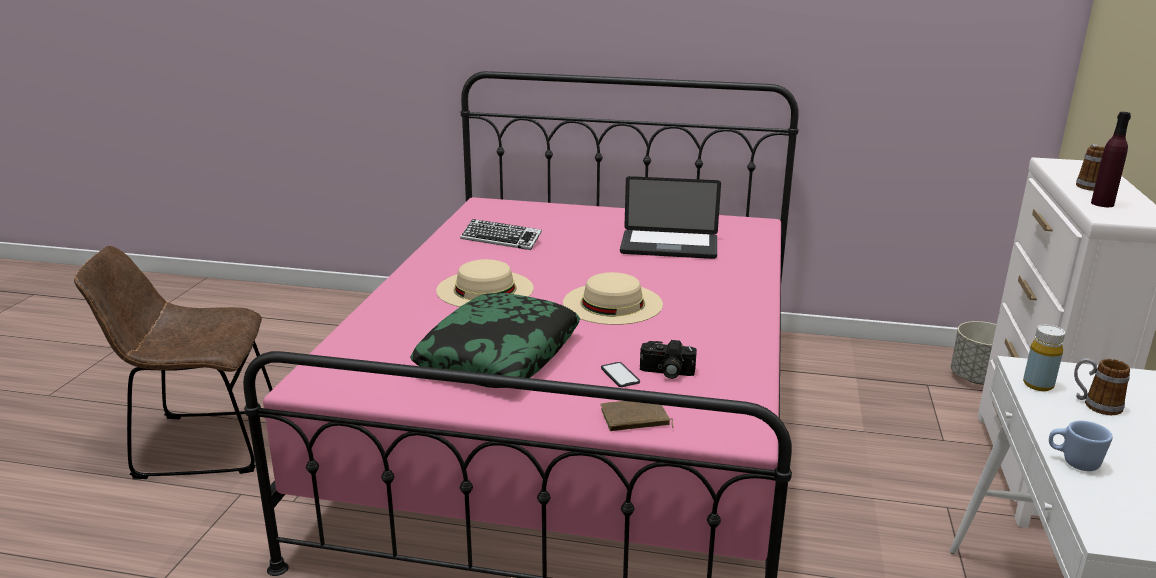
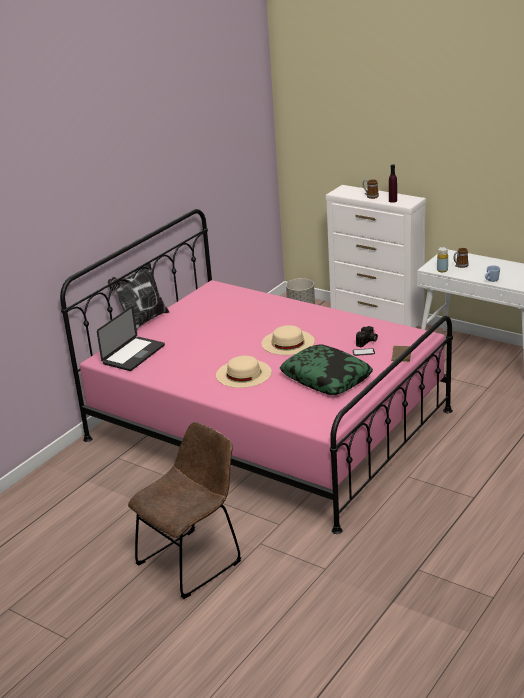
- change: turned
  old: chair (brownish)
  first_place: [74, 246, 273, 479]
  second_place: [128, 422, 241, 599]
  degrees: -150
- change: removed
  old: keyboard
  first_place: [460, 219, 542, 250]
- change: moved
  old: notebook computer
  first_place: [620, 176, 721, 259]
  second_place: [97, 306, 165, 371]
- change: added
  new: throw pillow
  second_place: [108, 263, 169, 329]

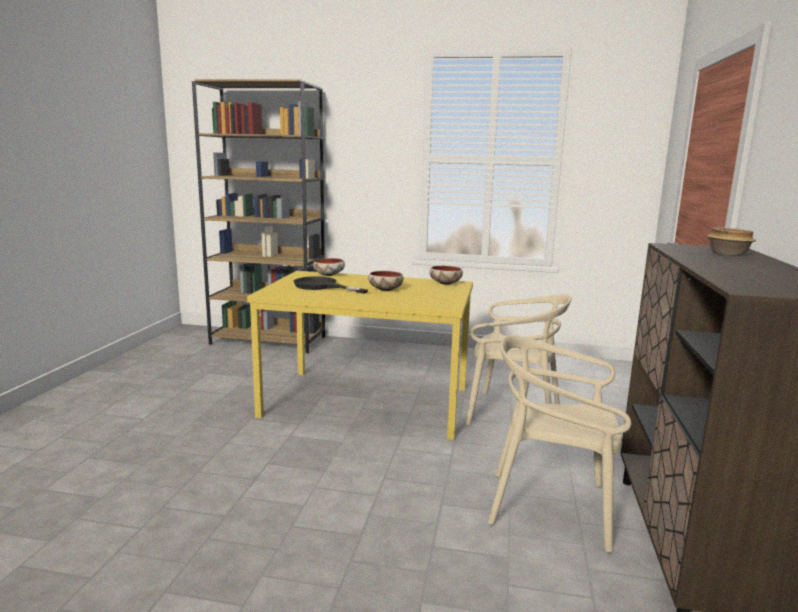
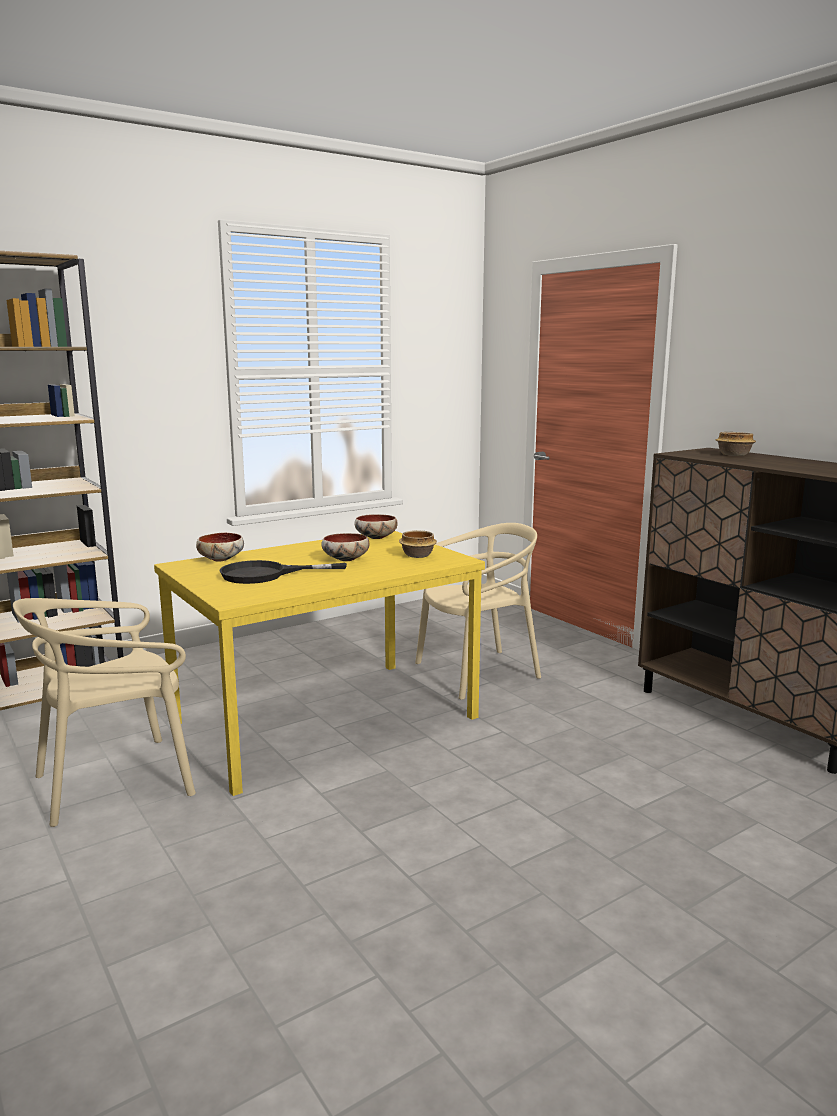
- change: moved
  old: chair (sand-coloured)
  first_place: [488, 335, 631, 553]
  second_place: [13, 598, 196, 827]
- change: added
  new: serving bowl
  second_place: [399, 530, 437, 558]

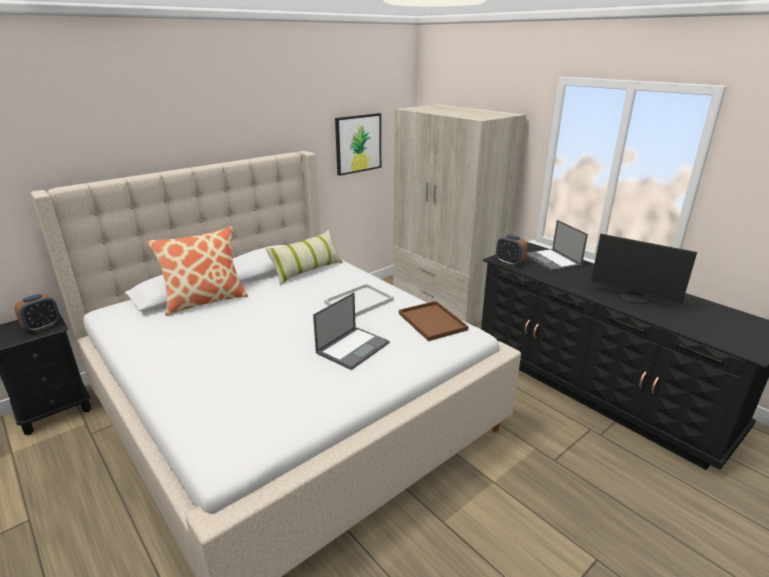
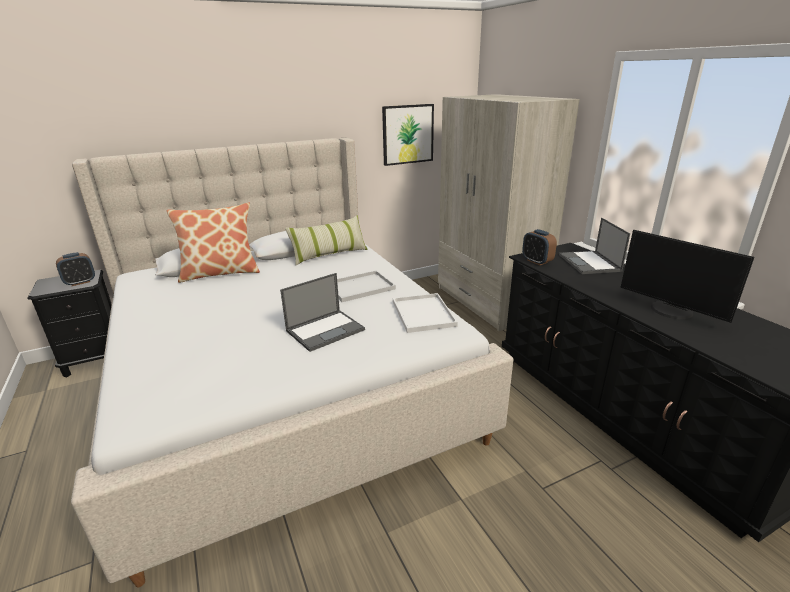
- change: recoloured
  old: carrying tray (brownish)
  new: carrying tray (whitish)
  first_place: [399, 301, 469, 341]
  second_place: [393, 293, 458, 333]

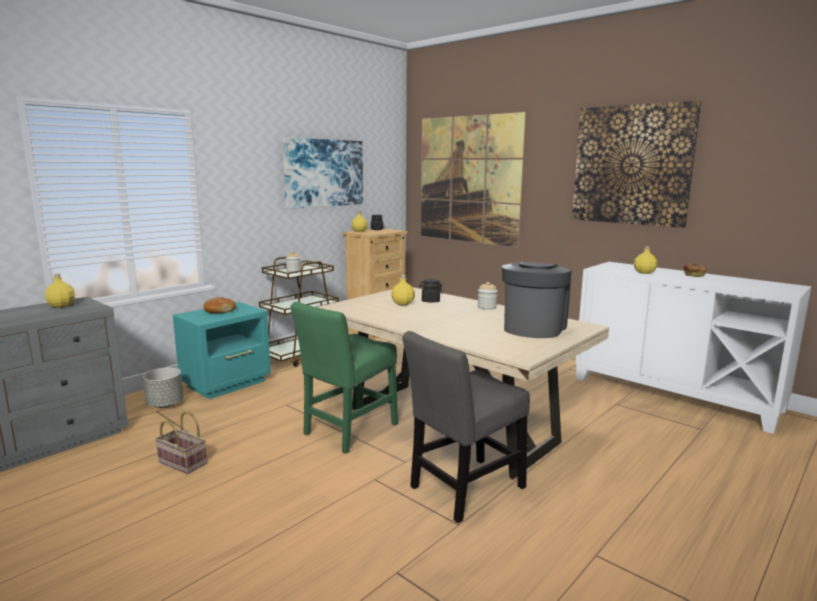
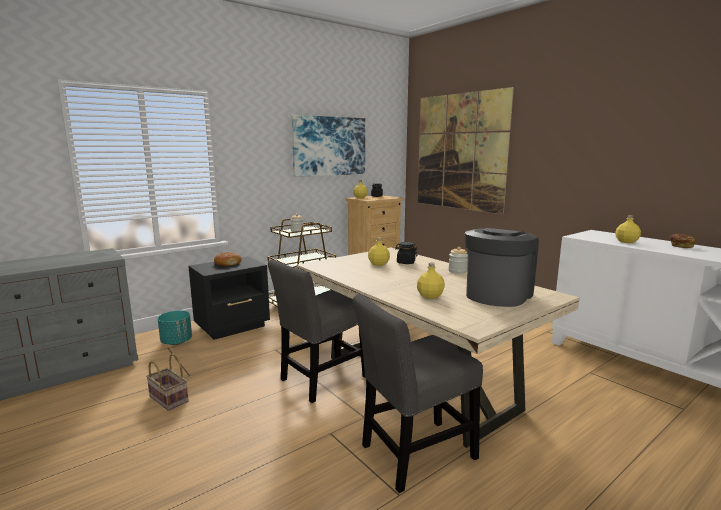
- change: moved
  old: beverage bottle (yellowish)
  first_place: [45, 274, 75, 308]
  second_place: [417, 262, 445, 299]
- change: recoloured
  old: flower pot (gray)
  new: flower pot (turquoise-coloured)
  first_place: [143, 368, 183, 408]
  second_place: [158, 310, 192, 345]
- change: recoloured
  old: night table (turquoise-coloured)
  new: night table (blackish)
  first_place: [173, 302, 271, 399]
  second_place: [188, 256, 270, 340]
- change: recoloured
  old: chair (green)
  new: chair (gray)
  first_place: [290, 302, 398, 454]
  second_place: [268, 260, 365, 403]
- change: removed
  old: wall picture
  first_place: [572, 101, 702, 228]

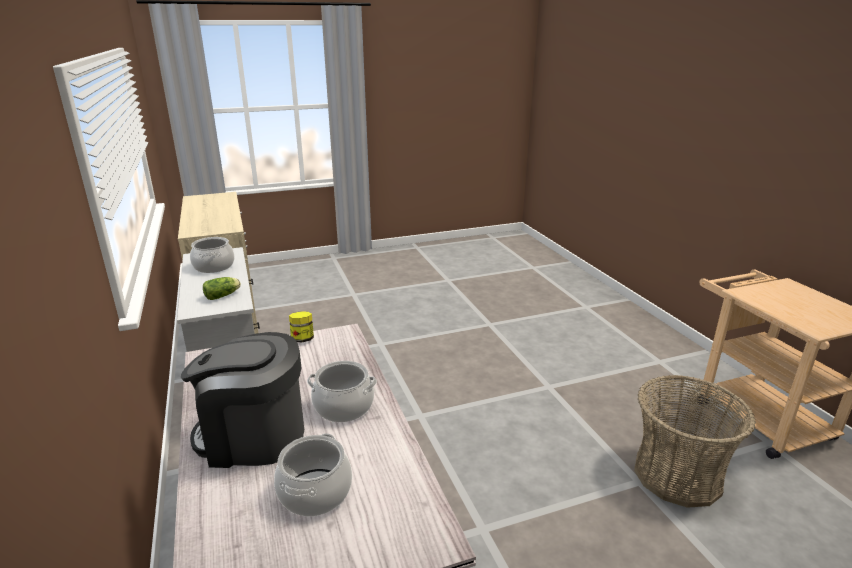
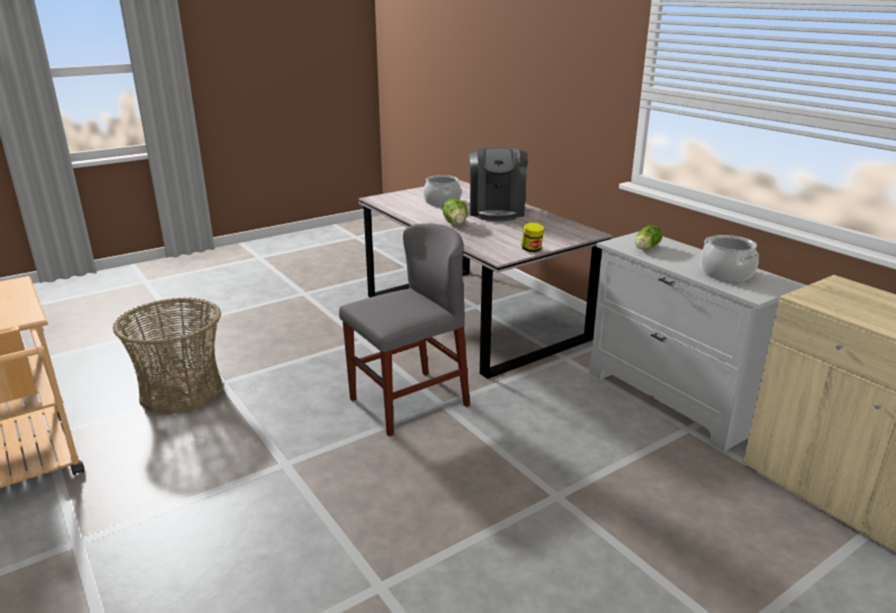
- change: turned
  old: coffee brewer
  first_place: [181, 332, 304, 468]
  second_place: [469, 147, 528, 221]
  degrees: 105
- change: replaced
  old: stockpot
  new: lettuce head
  first_place: [307, 361, 377, 422]
  second_place: [443, 198, 467, 225]
- change: added
  new: chair (gray)
  second_place: [339, 224, 470, 437]

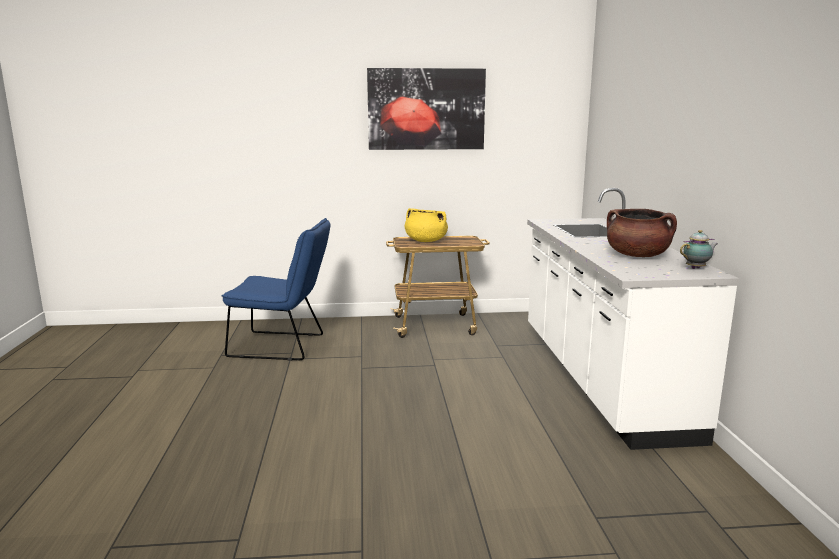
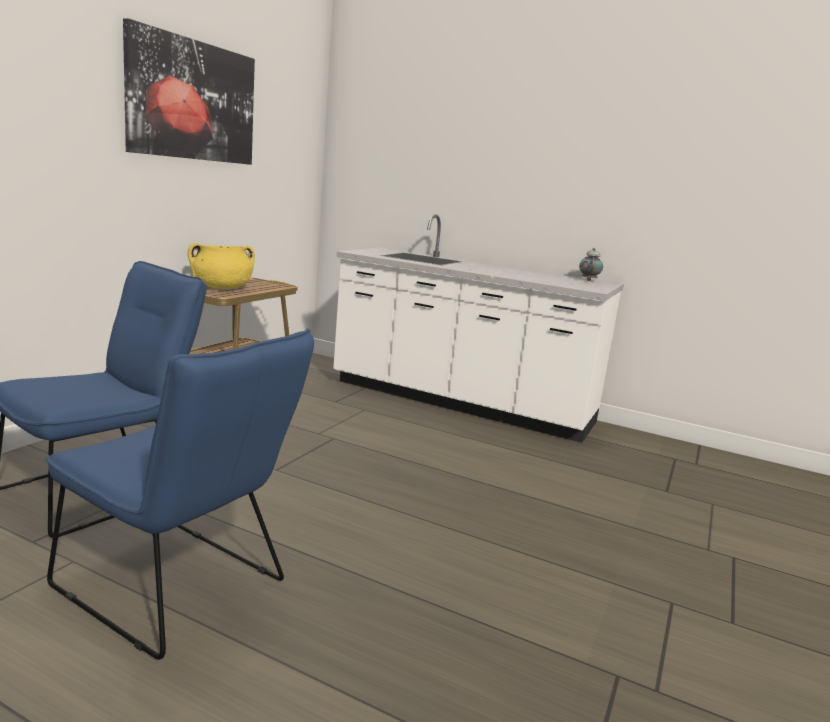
- change: removed
  old: stockpot (brownish)
  first_place: [607, 209, 677, 257]
- change: added
  new: chair (bluish)
  second_place: [46, 328, 314, 660]

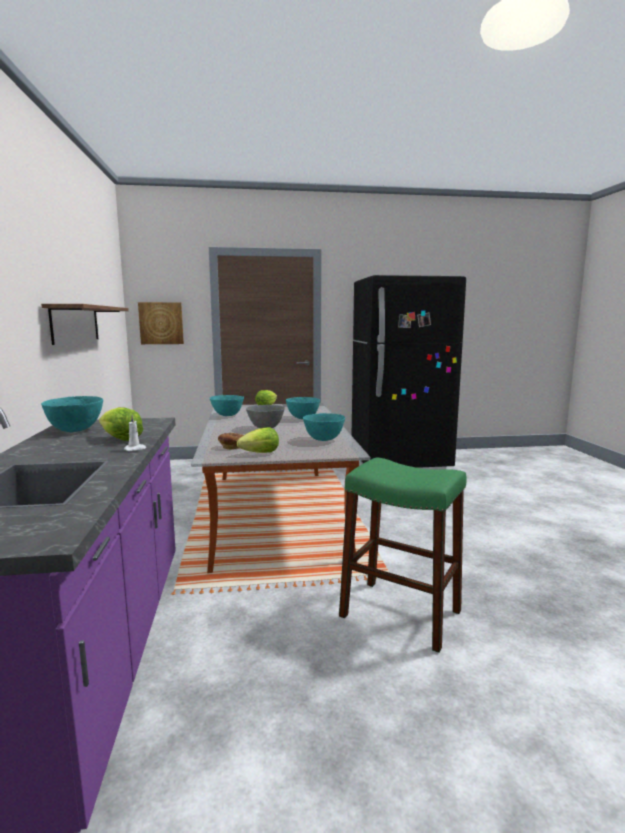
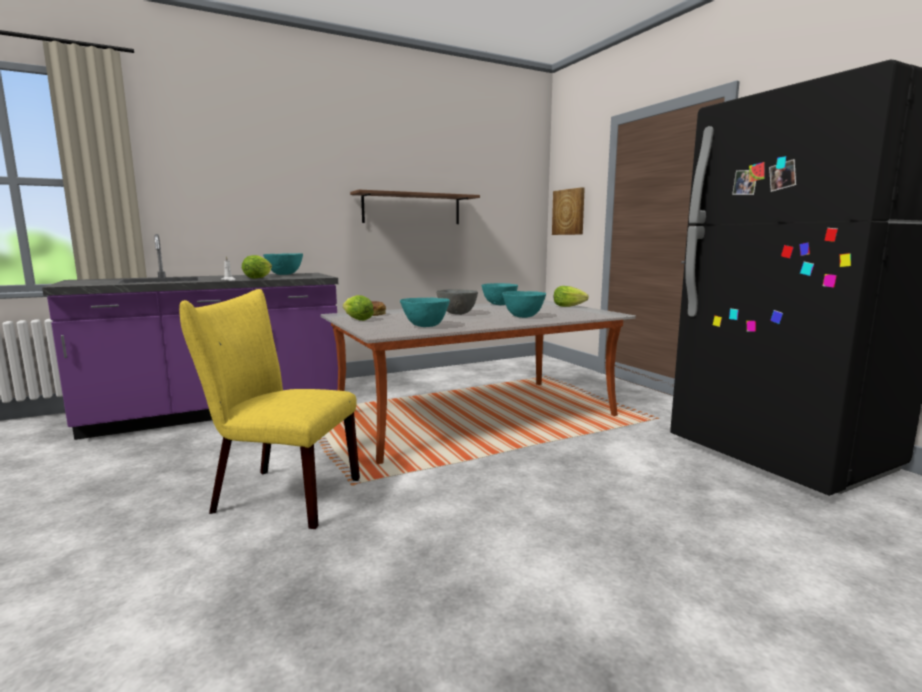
- change: replaced
  old: stool seat (green)
  new: chair (yellowish)
  first_place: [339, 457, 467, 653]
  second_place: [179, 289, 360, 529]

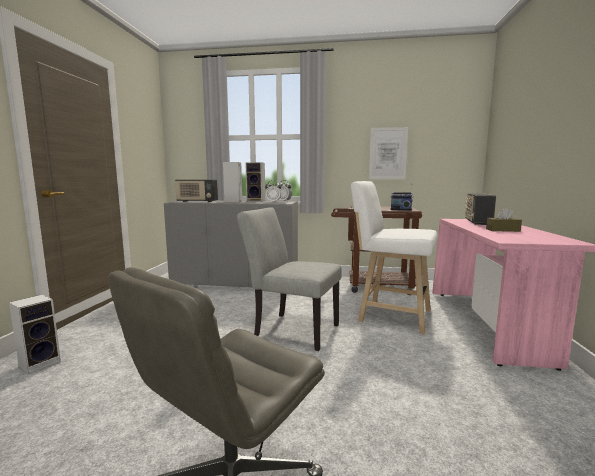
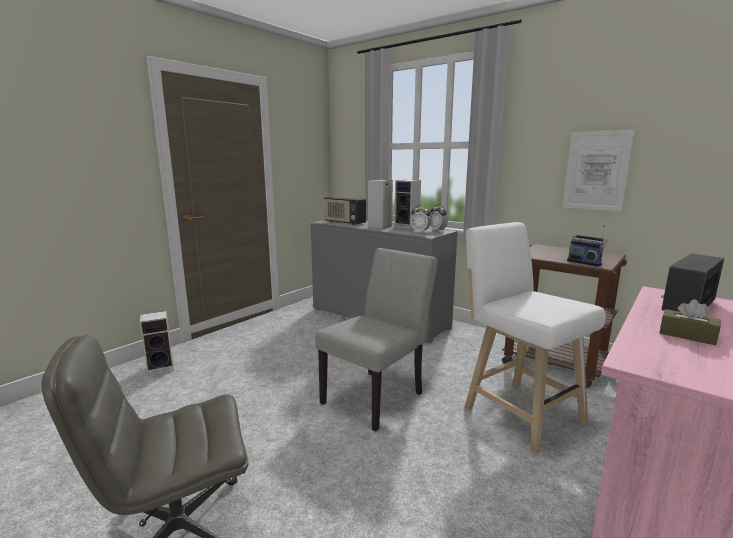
- change: turned
  old: chair (gray)
  first_place: [237, 207, 342, 351]
  second_place: [315, 248, 438, 431]
  degrees: 75

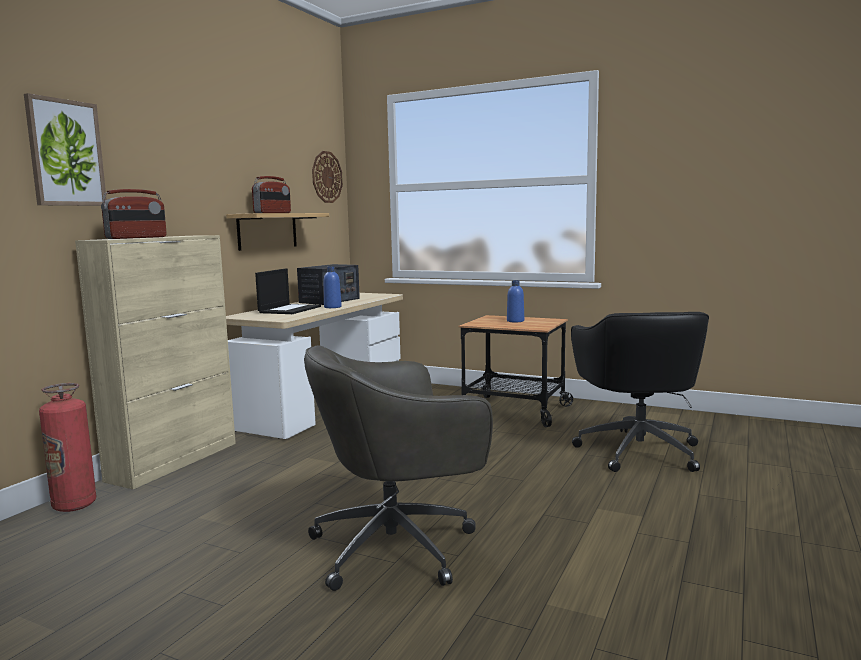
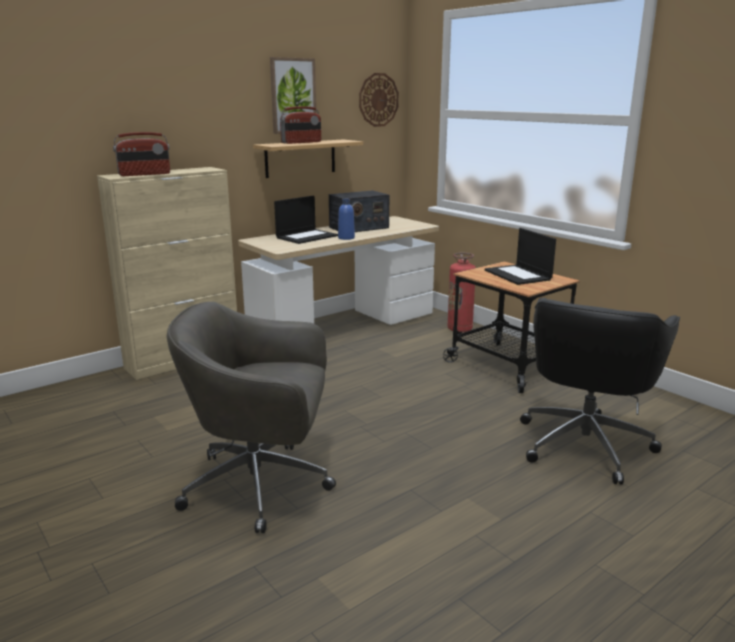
- change: moved
  old: wall picture
  first_place: [24, 93, 107, 206]
  second_place: [270, 57, 316, 134]
- change: moved
  old: extinguisher
  first_place: [39, 383, 97, 512]
  second_place: [448, 252, 476, 332]
- change: replaced
  old: beverage bottle (bluish)
  new: notebook computer
  first_place: [507, 280, 524, 322]
  second_place: [485, 228, 556, 285]

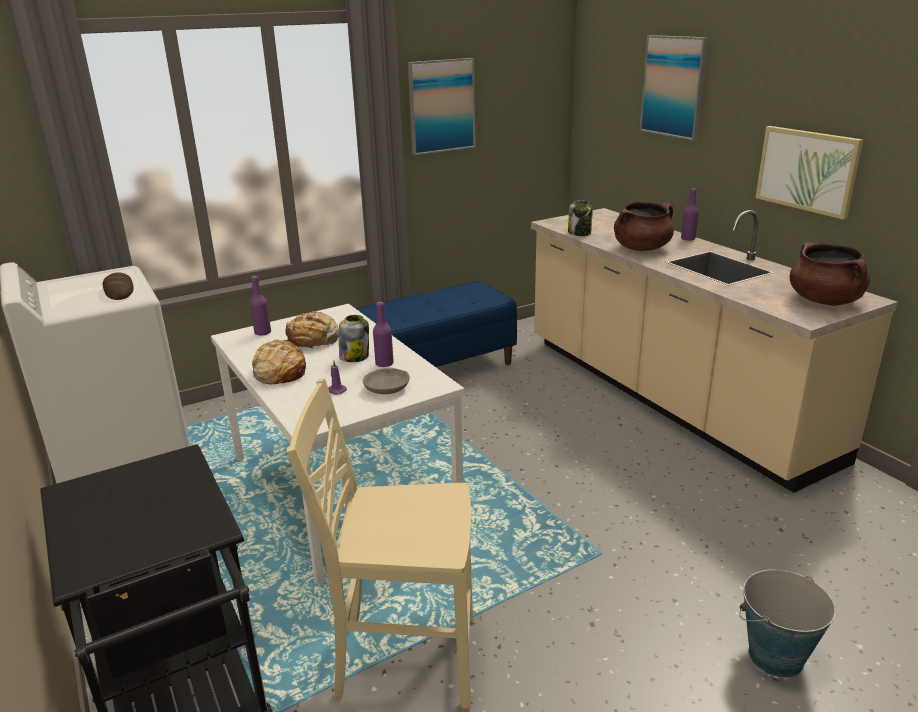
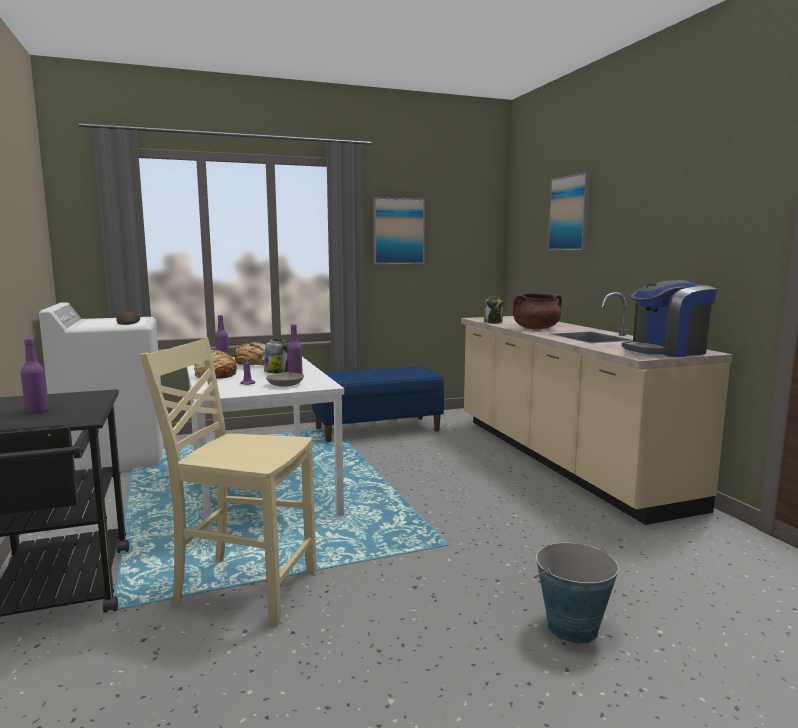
- change: moved
  old: beverage bottle (purple)
  first_place: [681, 188, 699, 241]
  second_place: [21, 338, 49, 413]
- change: removed
  old: wall picture
  first_place: [756, 126, 863, 220]
- change: replaced
  old: stockpot (brownish)
  new: coffee brewer
  first_place: [790, 243, 870, 306]
  second_place: [622, 280, 717, 357]

